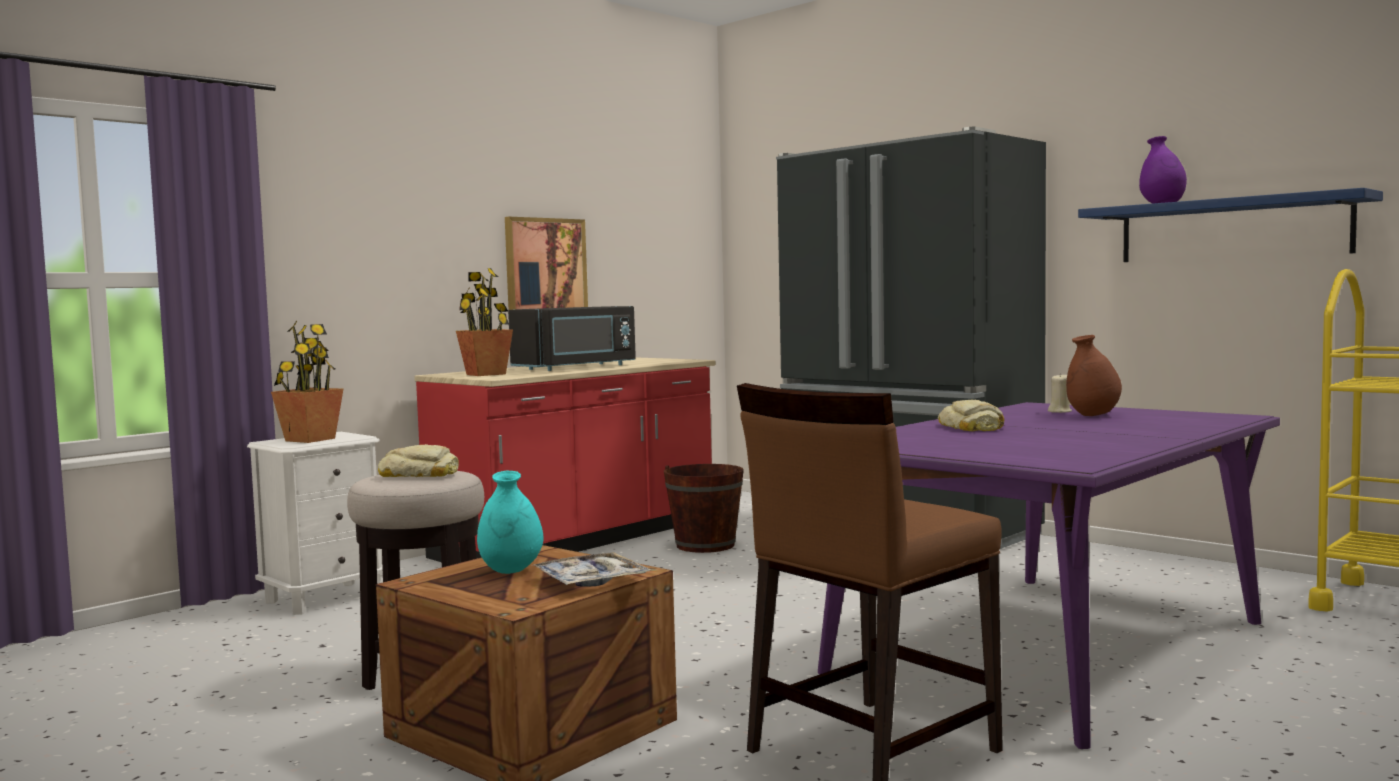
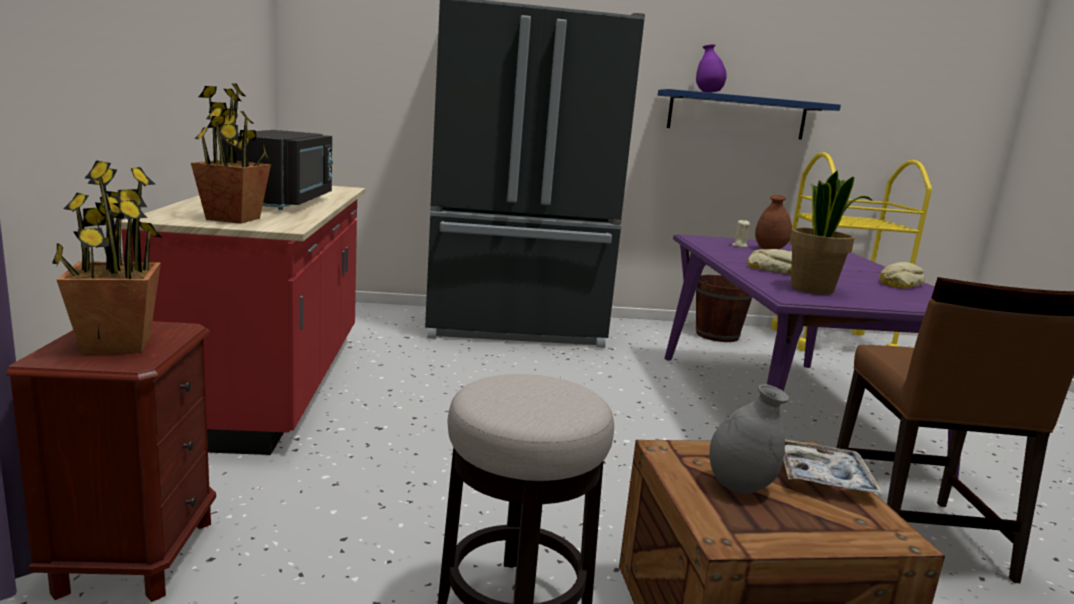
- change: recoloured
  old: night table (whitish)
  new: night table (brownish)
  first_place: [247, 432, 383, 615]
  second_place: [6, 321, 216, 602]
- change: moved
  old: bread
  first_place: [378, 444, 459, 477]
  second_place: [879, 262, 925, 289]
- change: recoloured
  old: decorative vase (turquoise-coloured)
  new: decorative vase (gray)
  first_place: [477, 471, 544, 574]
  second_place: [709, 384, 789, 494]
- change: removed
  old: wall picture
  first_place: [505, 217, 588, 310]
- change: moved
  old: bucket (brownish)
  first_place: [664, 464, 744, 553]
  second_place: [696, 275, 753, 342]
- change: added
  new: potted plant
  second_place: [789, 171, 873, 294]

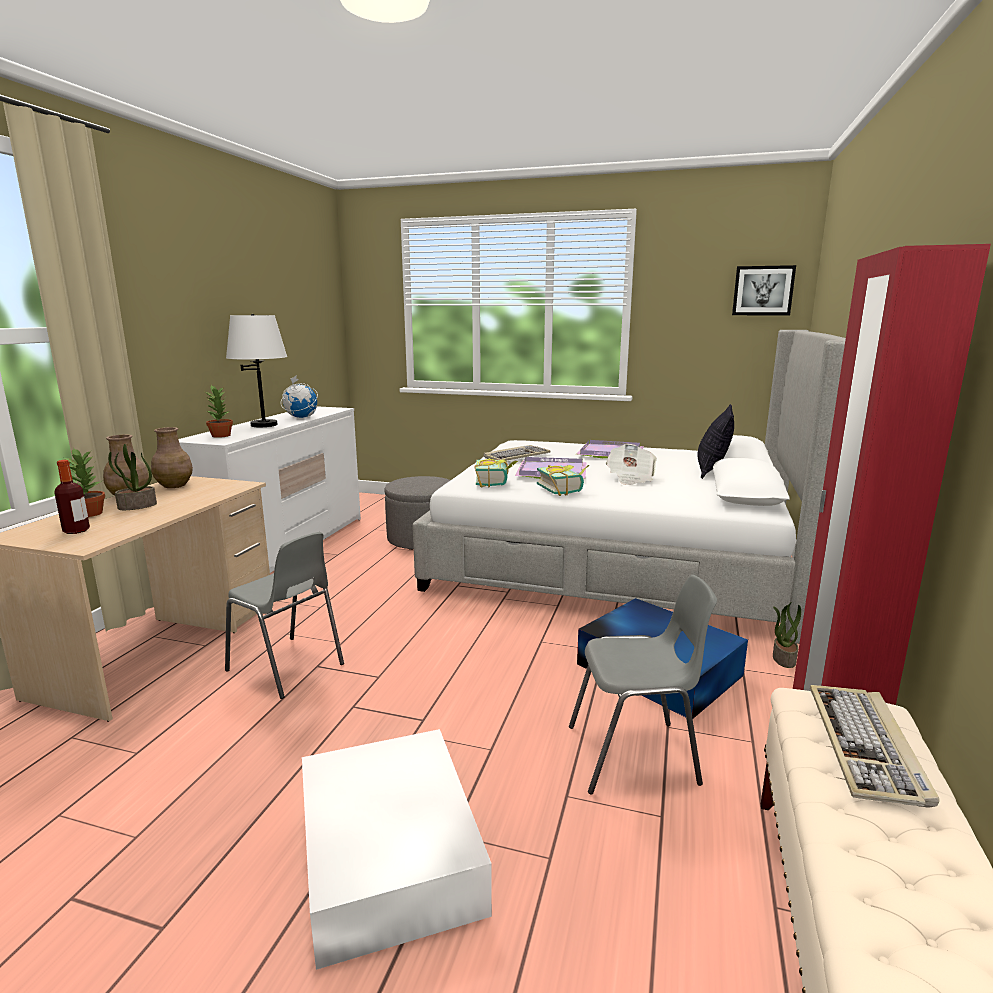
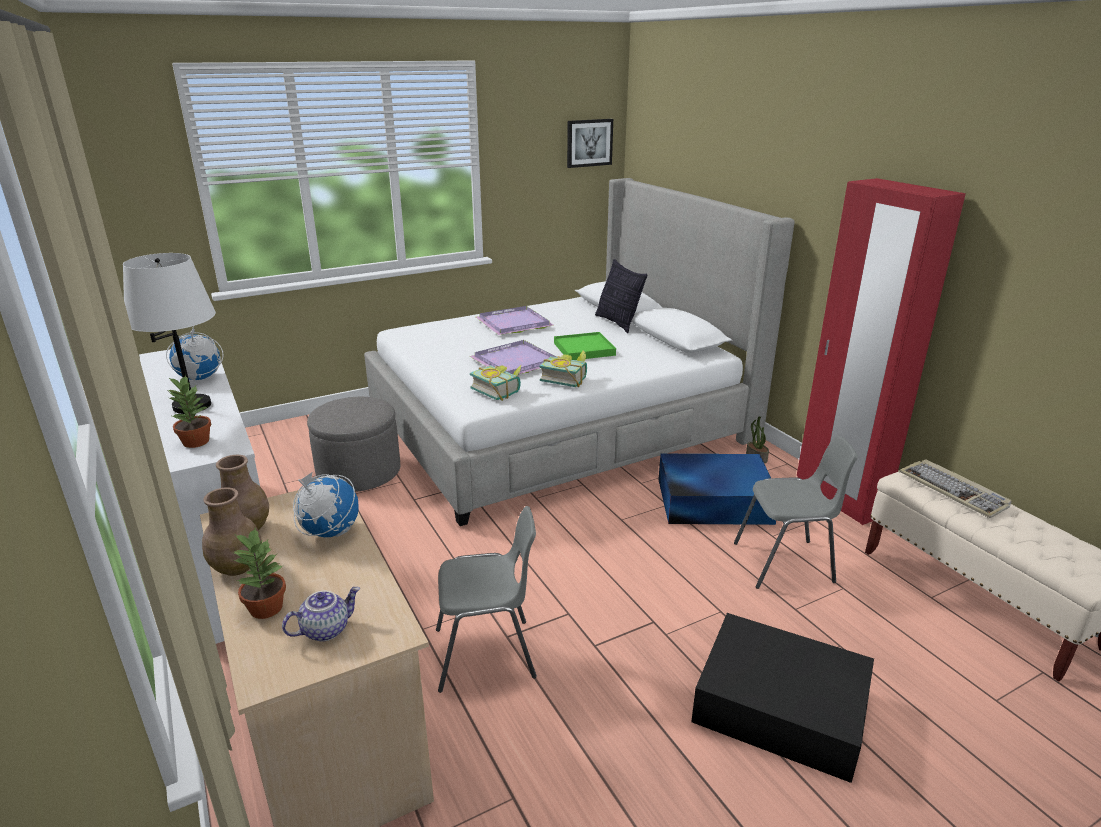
- change: replaced
  old: beverage bottle
  new: teapot
  first_place: [54, 460, 90, 534]
  second_place: [282, 587, 360, 641]
- change: removed
  old: potted plant
  first_place: [108, 444, 157, 510]
- change: recoloured
  old: storage container (whitish)
  new: storage container (blackish)
  first_place: [302, 729, 492, 970]
  second_place: [691, 613, 874, 783]
- change: removed
  old: keyboard
  first_place: [484, 445, 551, 461]
- change: turned
  old: chair (gray)
  first_place: [569, 575, 717, 795]
  second_place: [734, 435, 858, 589]
  degrees: 45
- change: replaced
  old: printed paper
  new: carrying tray (green)
  first_place: [606, 444, 657, 485]
  second_place: [554, 332, 616, 360]
- change: added
  new: world globe
  second_place: [293, 473, 359, 537]

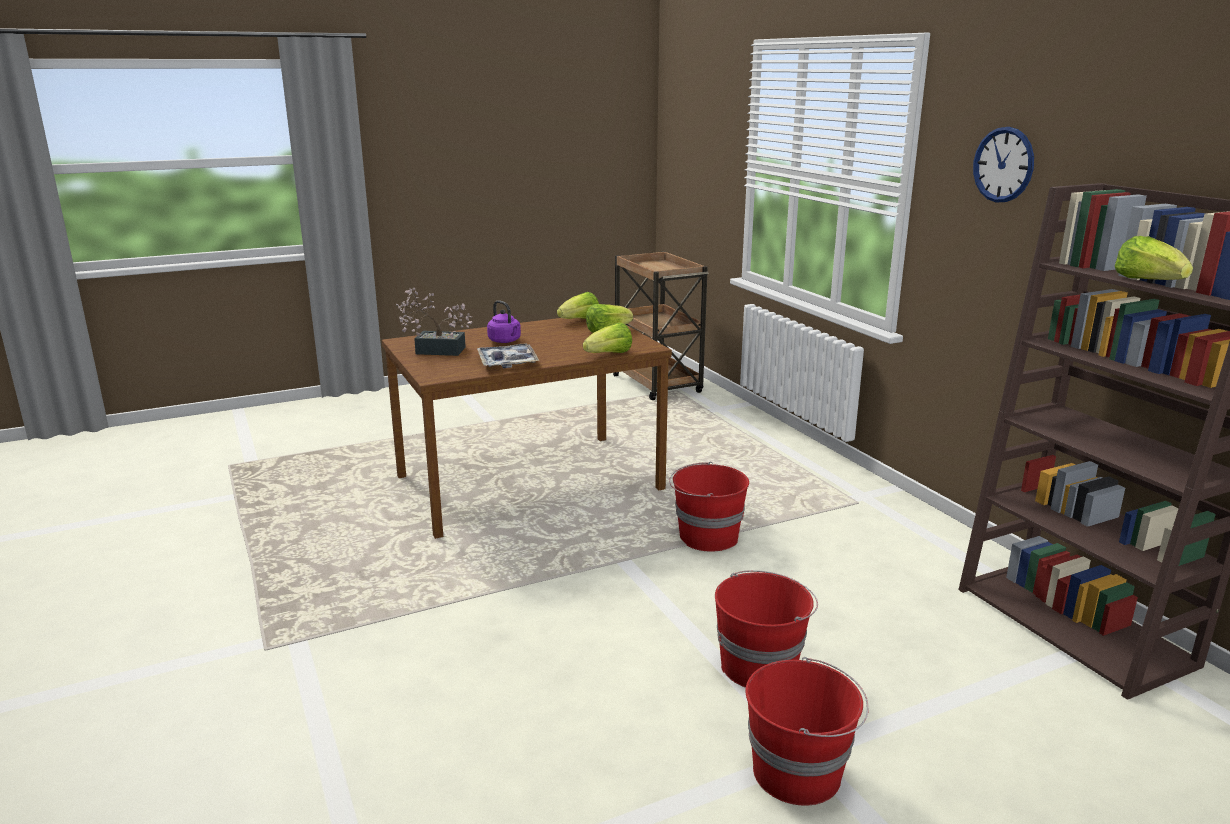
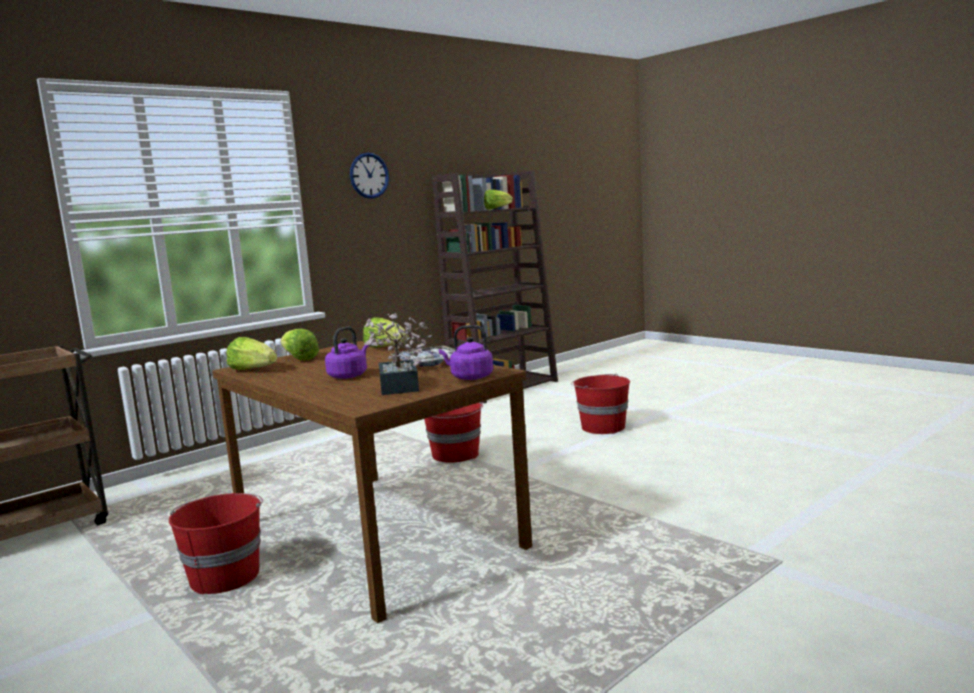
- change: moved
  old: bucket (red-coloured)
  first_place: [746, 657, 868, 806]
  second_place: [168, 493, 263, 594]
- change: added
  new: water kettle (purple)
  second_place: [439, 325, 493, 380]

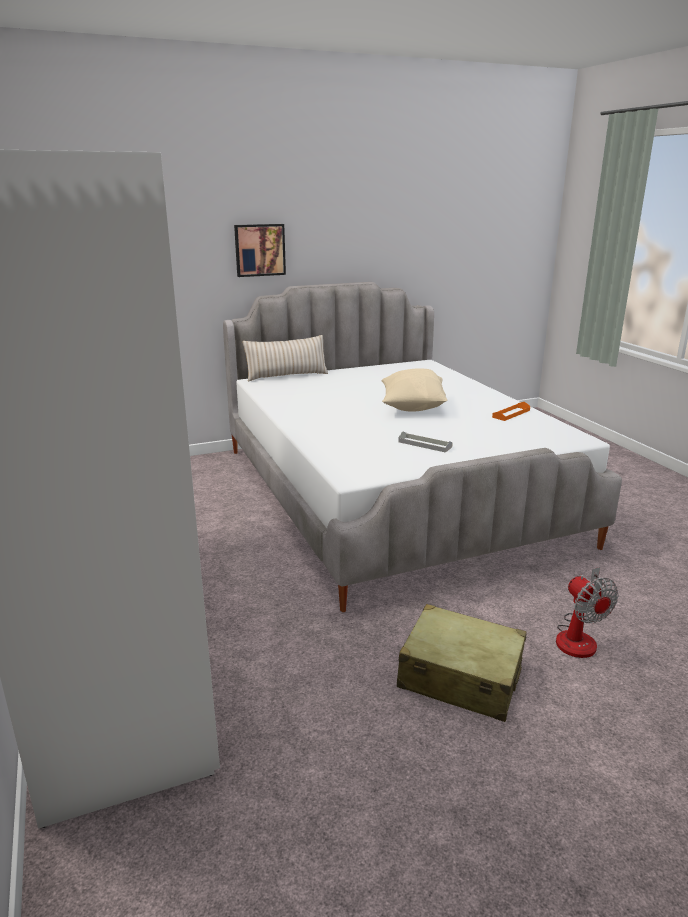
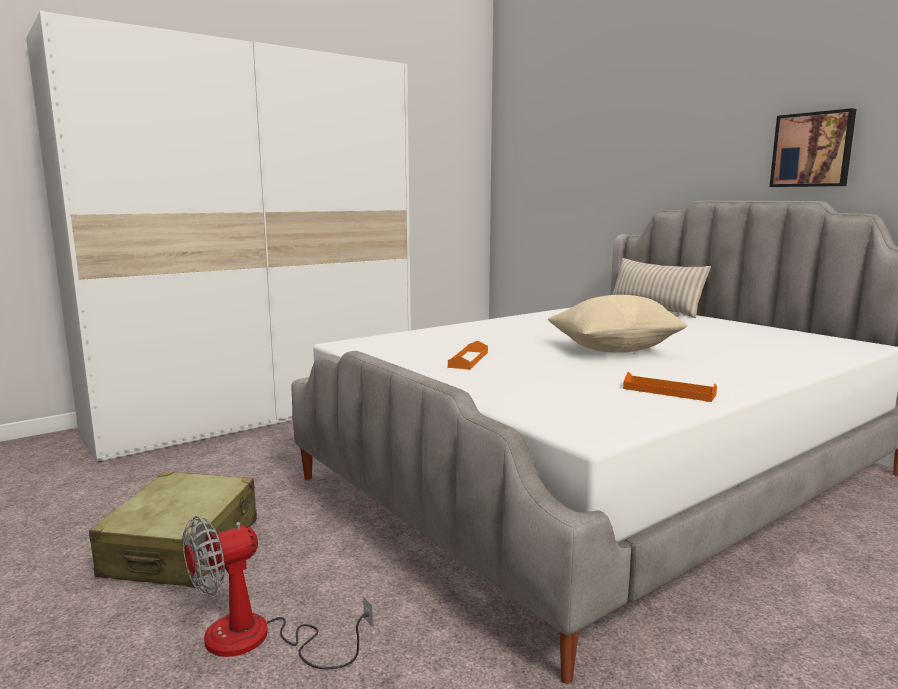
- change: moved
  old: wall picture
  first_place: [234, 224, 286, 277]
  second_place: [770, 108, 856, 187]
- change: recoloured
  old: carrying tray (gray)
  new: carrying tray (orange)
  first_place: [398, 431, 453, 453]
  second_place: [448, 341, 488, 369]

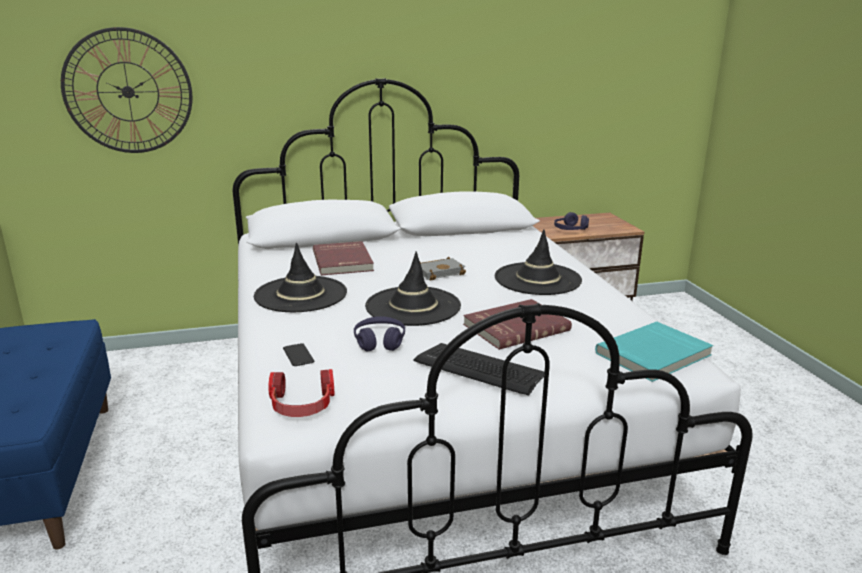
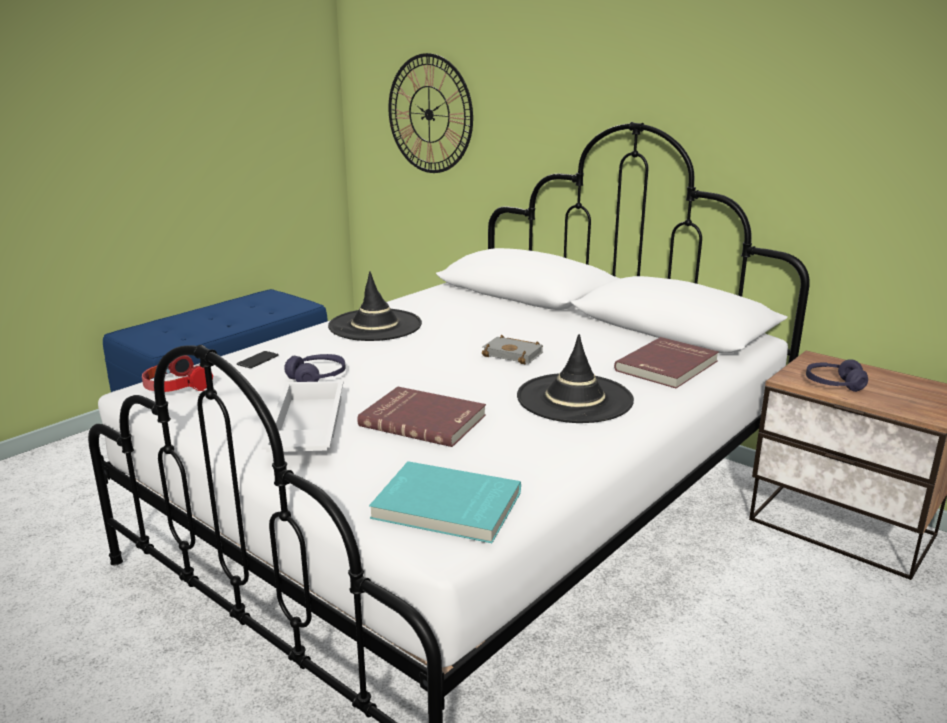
- change: moved
  old: volume (red-coloured)
  first_place: [313, 241, 374, 275]
  second_place: [614, 337, 719, 388]
- change: removed
  old: wearable hat (blackish)
  first_place: [365, 251, 461, 326]
- change: replaced
  old: keyboard
  new: carrying tray (whitish)
  first_place: [413, 343, 544, 395]
  second_place: [262, 381, 344, 452]

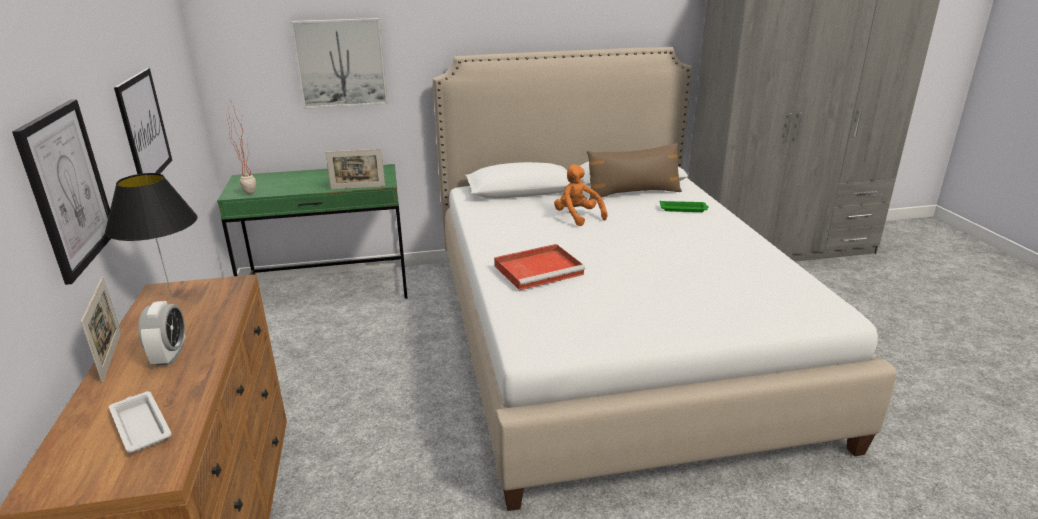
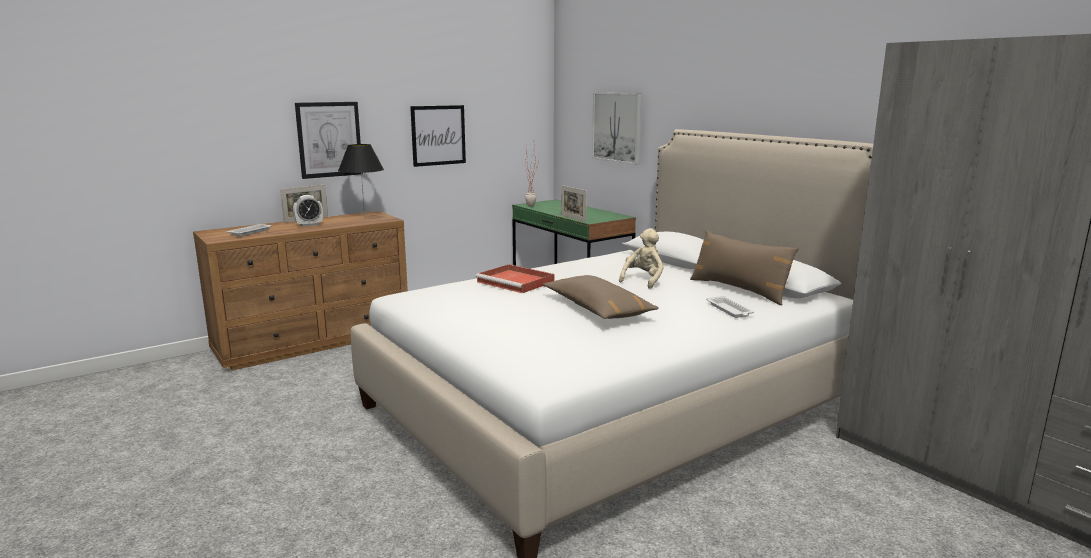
- change: recoloured
  old: plush toy (orange)
  new: plush toy (sand-coloured)
  first_place: [554, 164, 607, 226]
  second_place: [619, 228, 663, 289]
- change: recoloured
  old: carrying tray (green)
  new: carrying tray (whitish)
  first_place: [660, 200, 709, 212]
  second_place: [706, 296, 754, 318]
- change: added
  new: throw pillow (brownish)
  second_place: [542, 275, 659, 319]

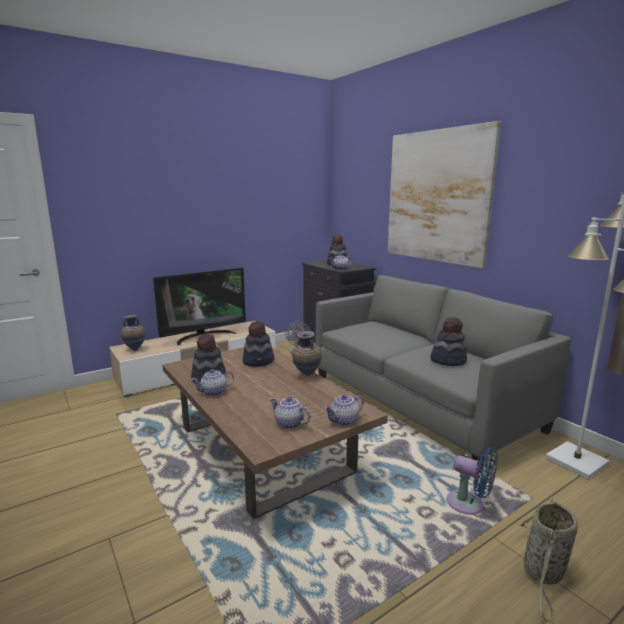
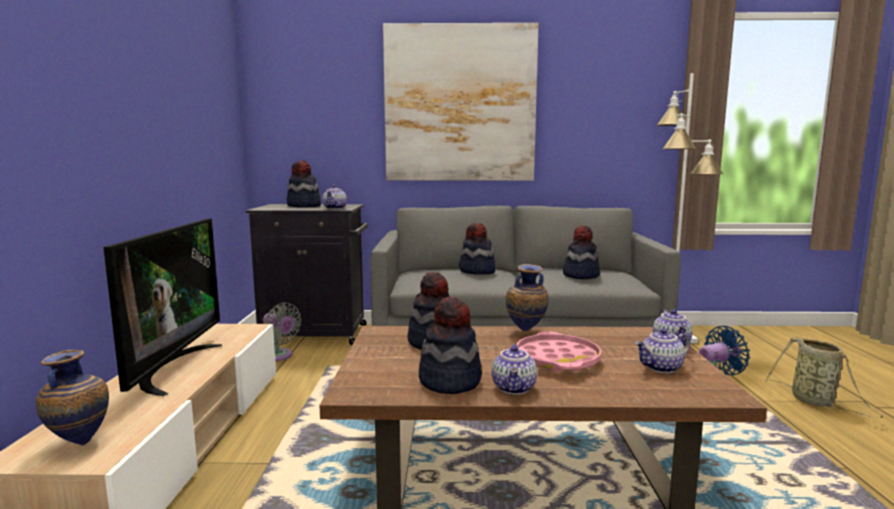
- change: added
  new: wearable hat
  second_place: [459, 223, 496, 275]
- change: added
  new: carrying tray (pink-coloured)
  second_place: [517, 332, 601, 372]

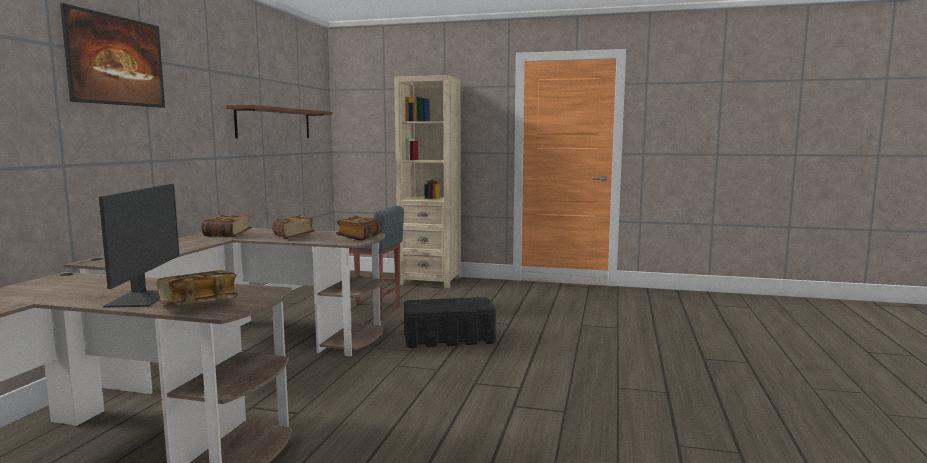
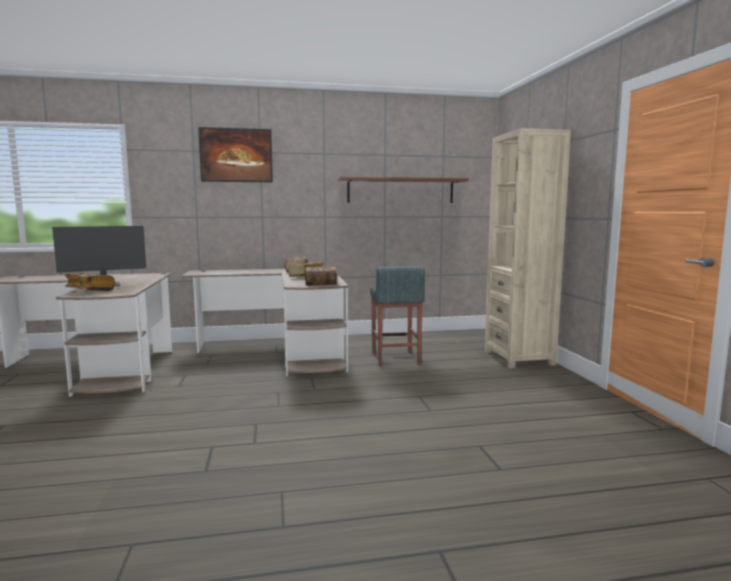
- change: removed
  old: storage container (blackish)
  first_place: [404, 297, 496, 348]

